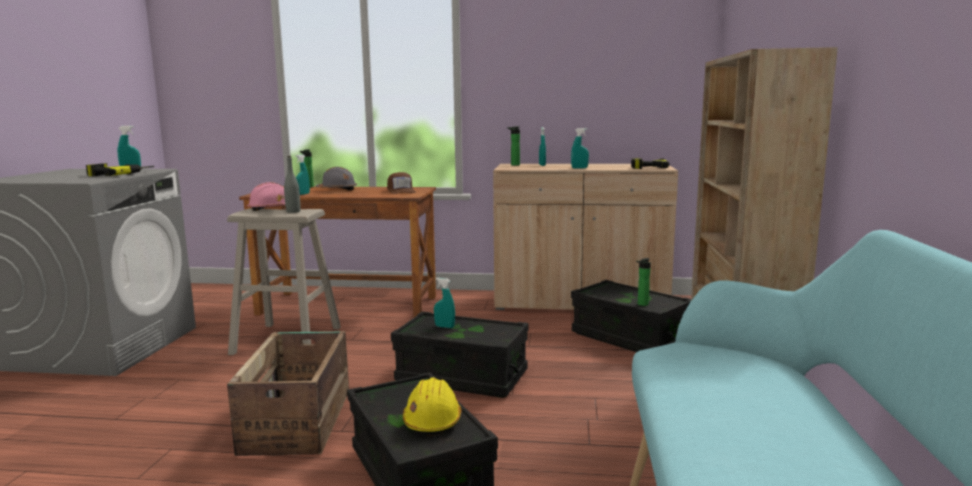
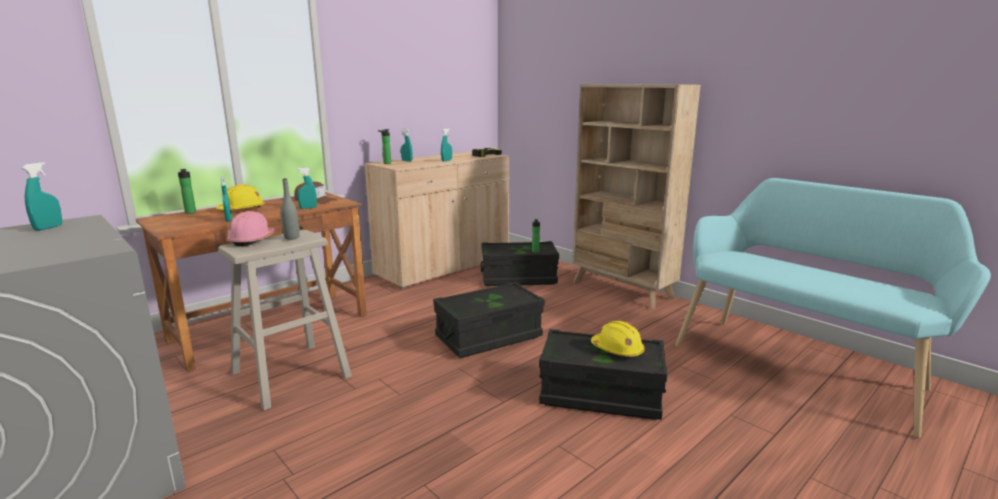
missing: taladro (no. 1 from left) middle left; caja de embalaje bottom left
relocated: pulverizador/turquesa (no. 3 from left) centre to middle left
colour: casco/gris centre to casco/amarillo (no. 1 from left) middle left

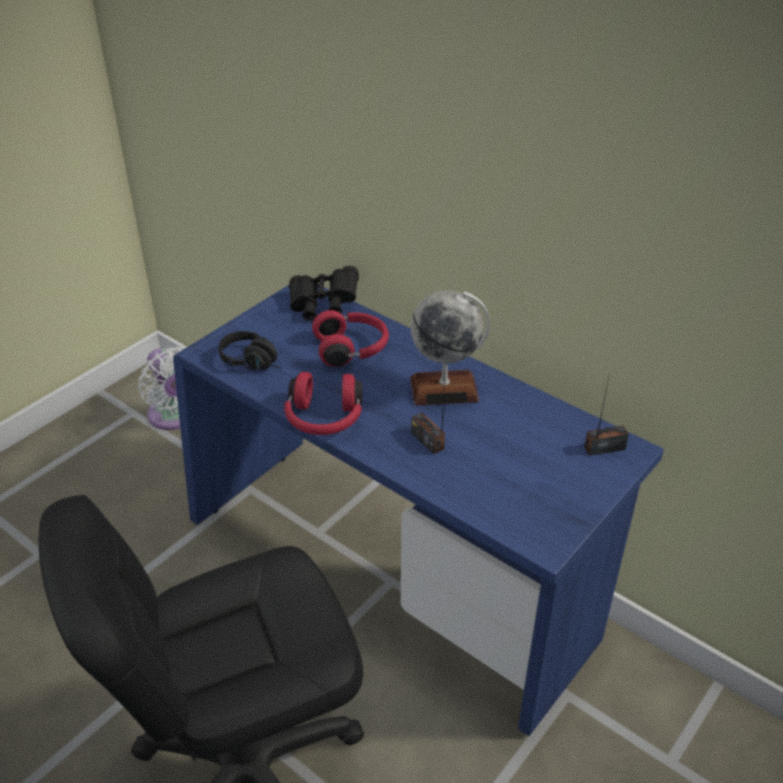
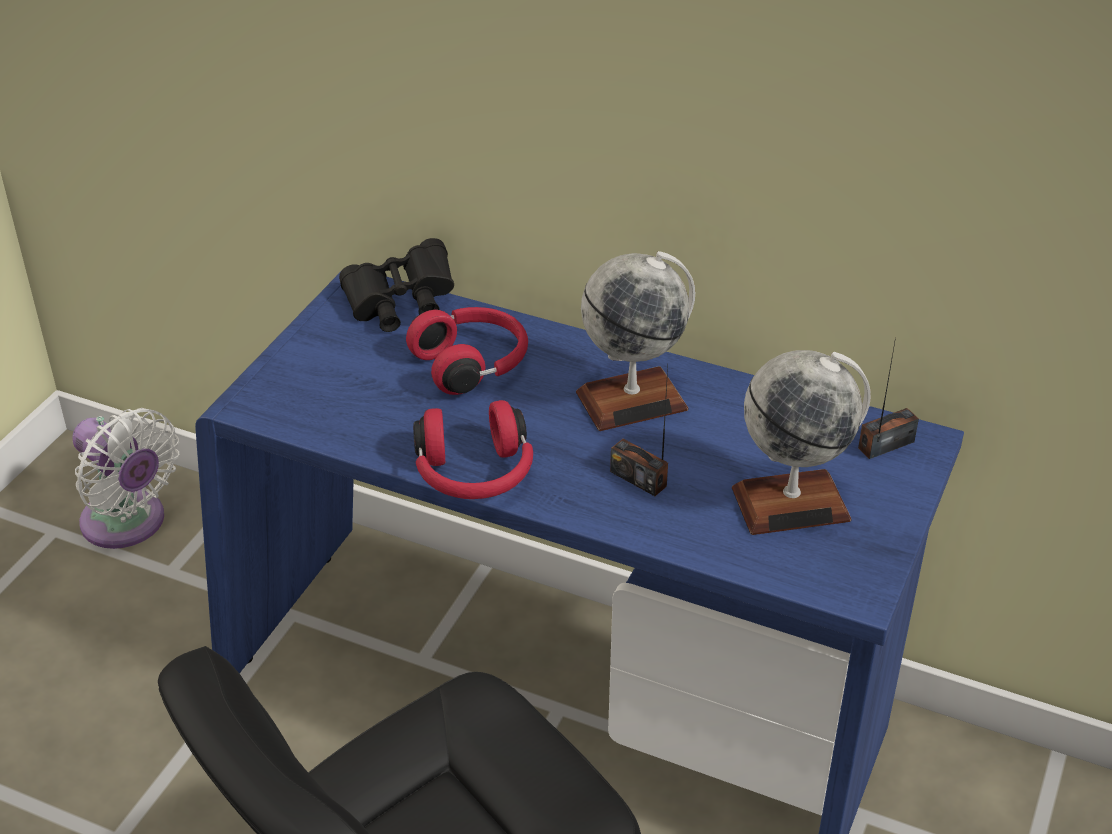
missing: auriculares/negro middle left
appeared: globo terráqueo (no. 2 from left) middle right

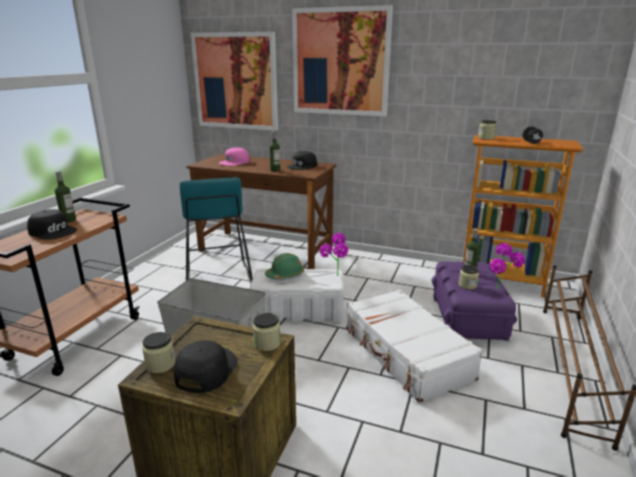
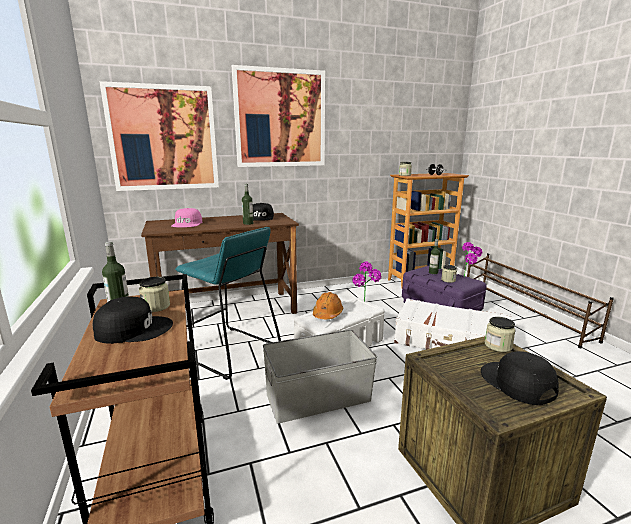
relocated: tarro (no. 1 from left) bottom left to middle left
colour: casco/verde centre to casco/naranja centre

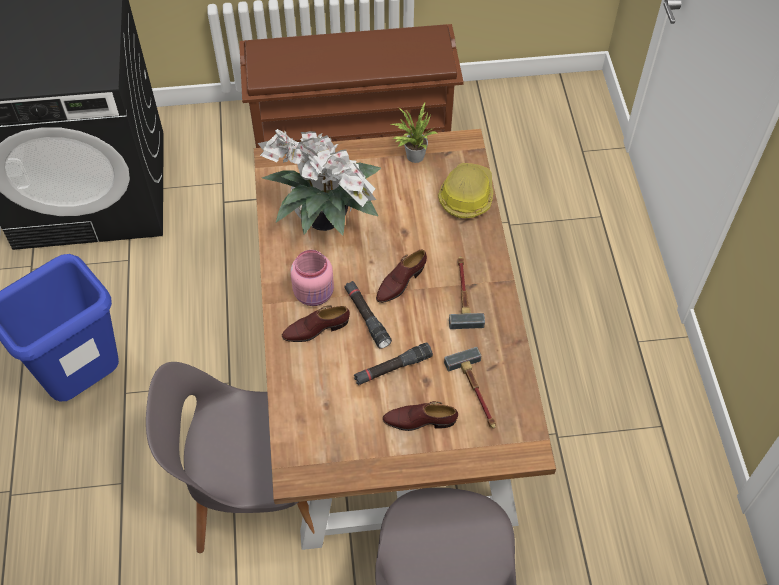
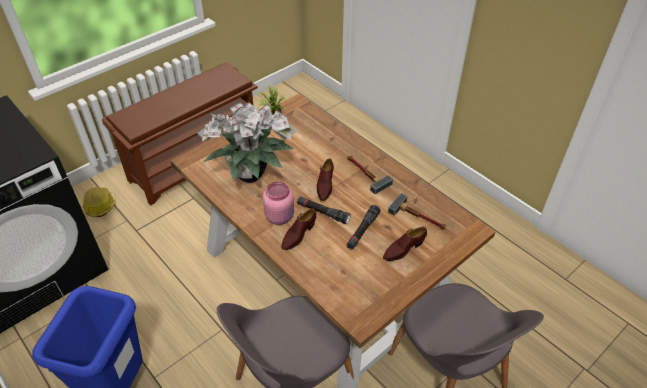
relocated: casco top centre to middle left

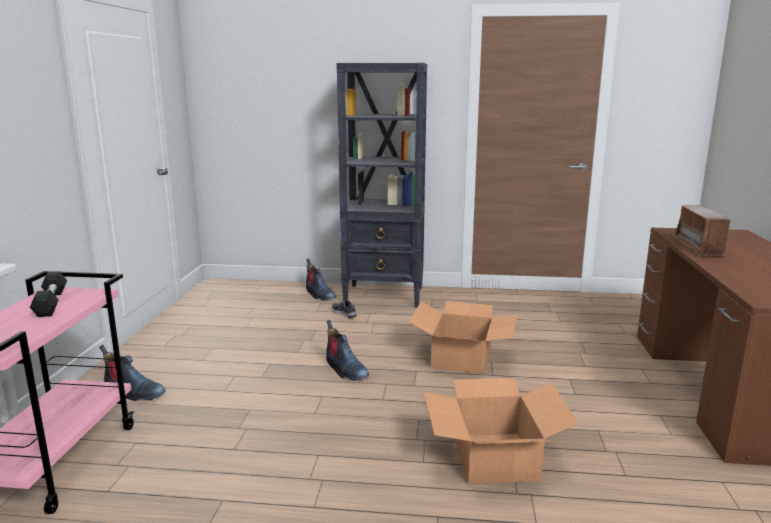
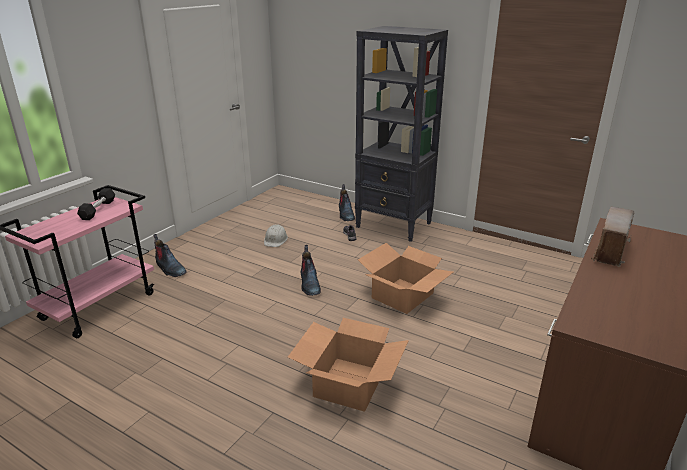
appeared: casco/blanco centre

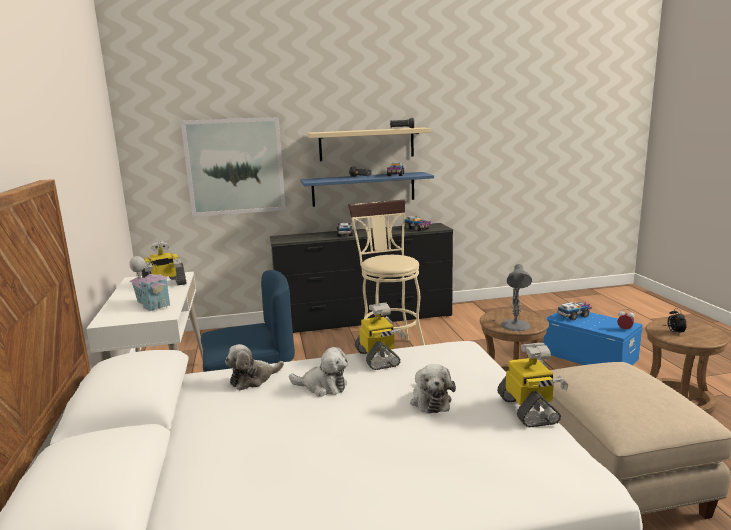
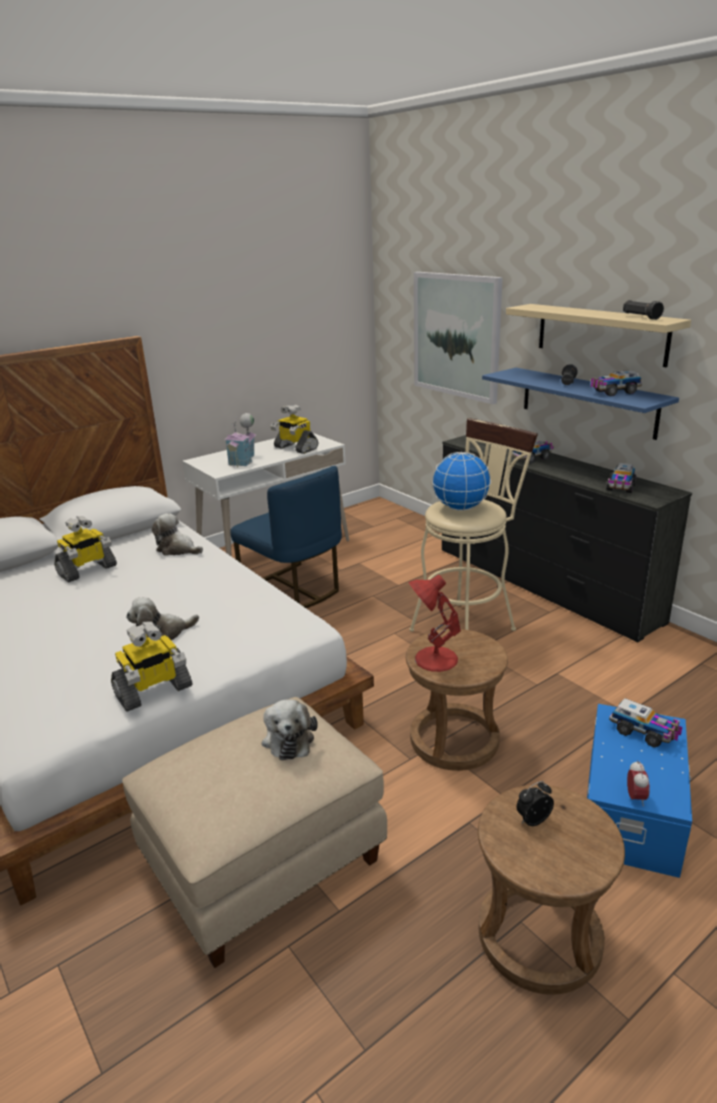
appeared: globo terráqueo centre
relocated: peluche (no. 2 from left in the first image) bottom centre to peluche (no. 3 from left) centre; robot de juguete (no. 2 from left in the first image) centre to robot de juguete (no. 1 from left) middle left
colour: lámpara de mesa/gris middle right to lámpara de mesa/rojo centre

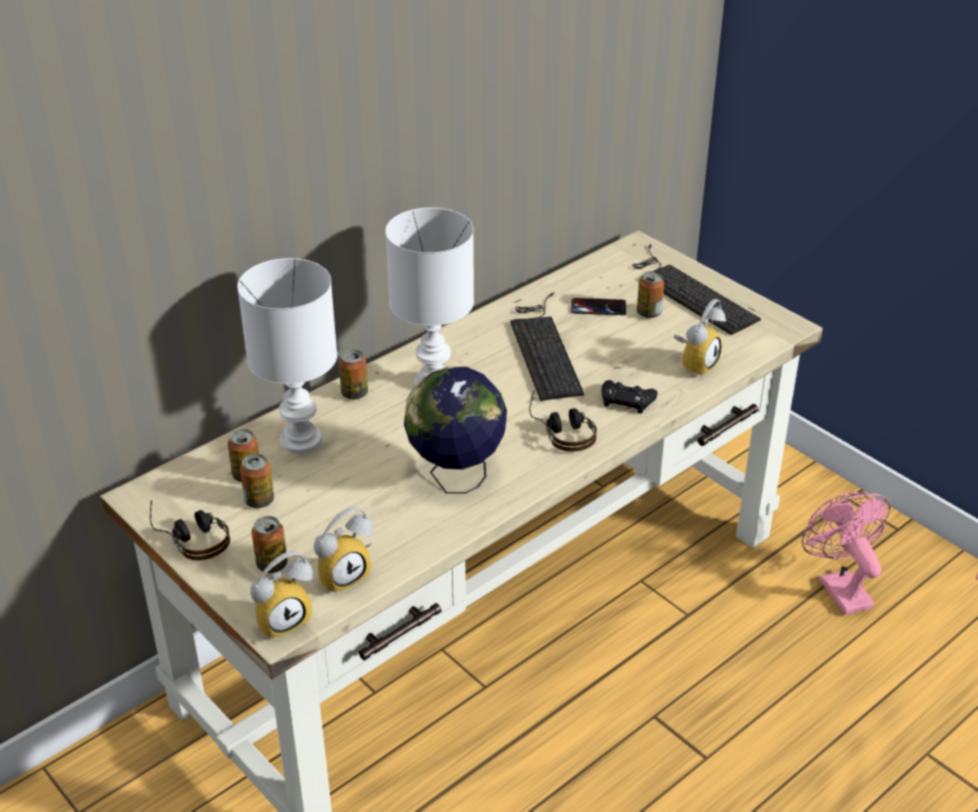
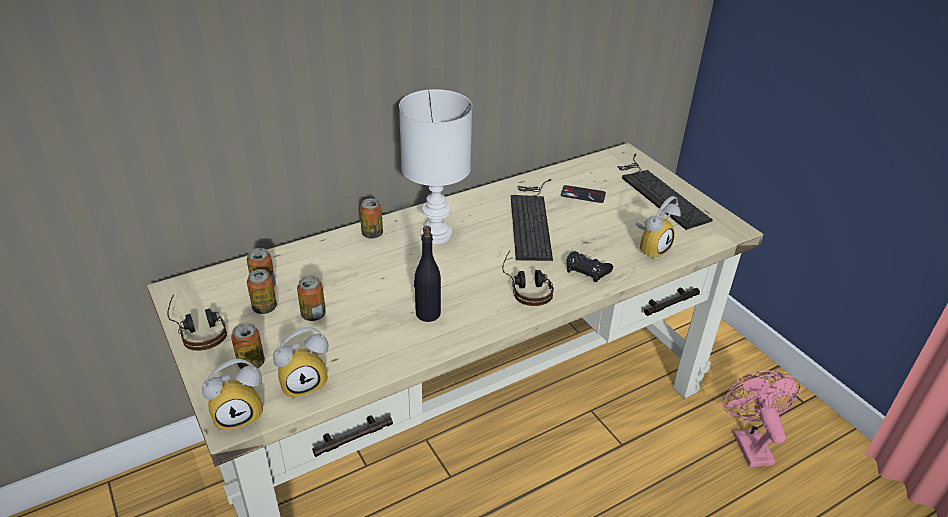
missing: lámpara de mesa/blanco (no. 1 from left) middle left
relocated: lata (no. 5 from left in the first image) centre to lata (no. 4 from left) middle left
exchanged: globo terráqueo centre to botella/negro centre

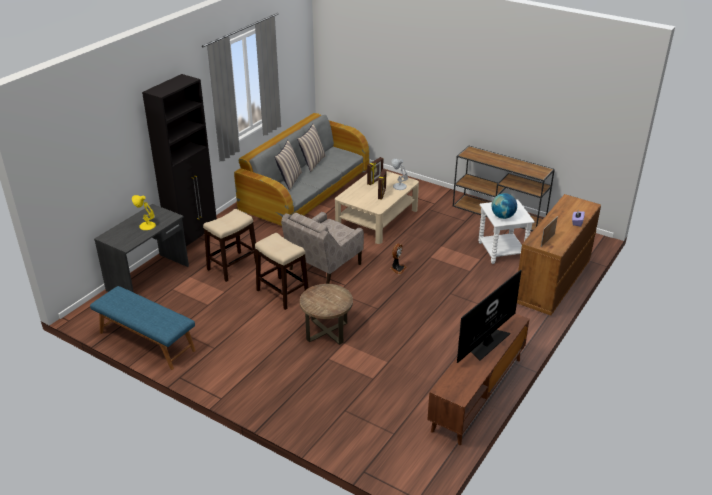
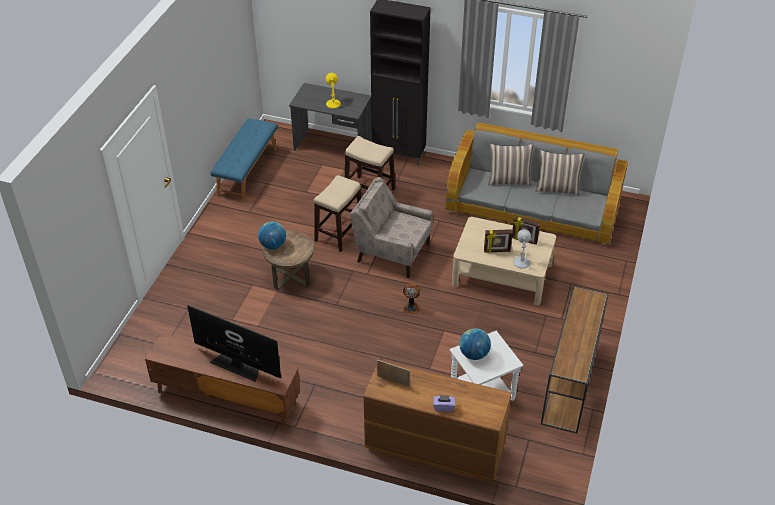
appeared: globo terráqueo (no. 1 from left) centre

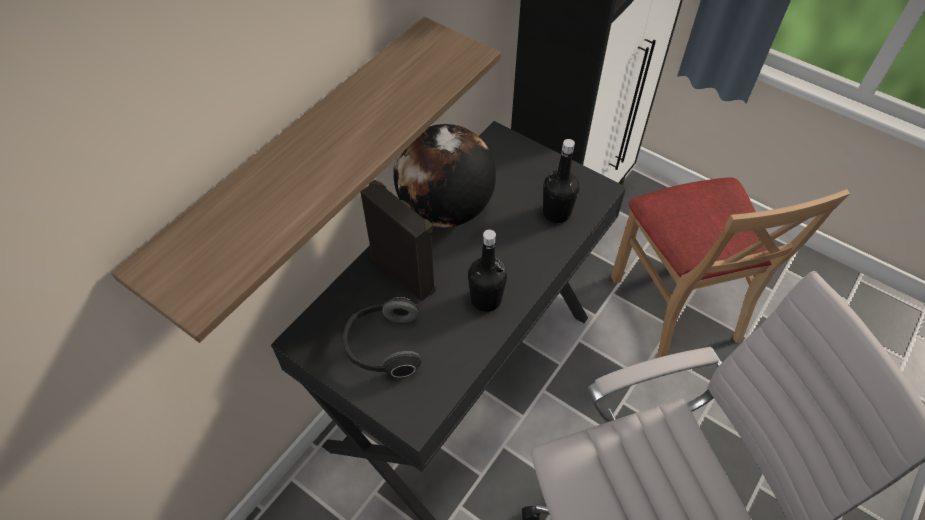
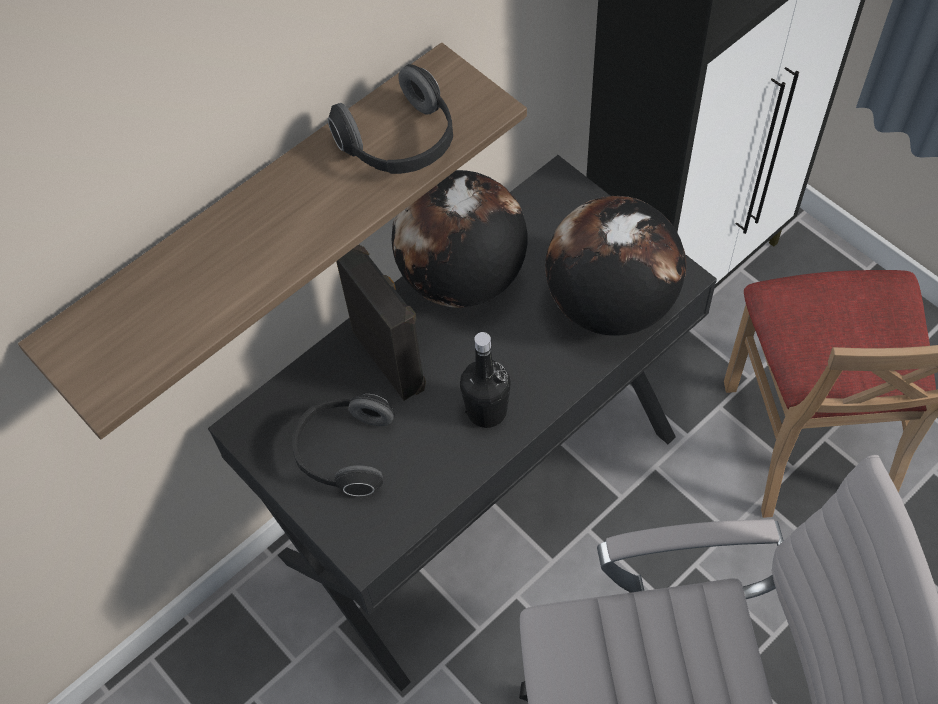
appeared: auriculares (no. 2 from left) top centre
exchanged: botella/negro (no. 2 from left) centre to globo terráqueo (no. 2 from left) centre

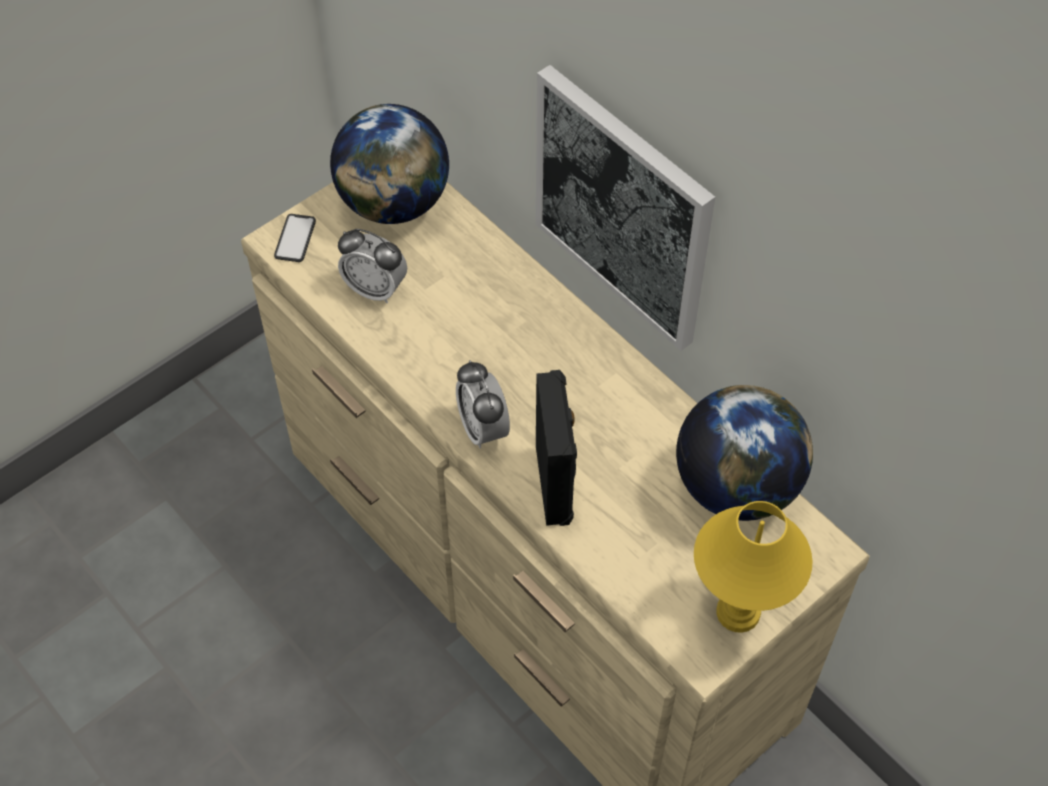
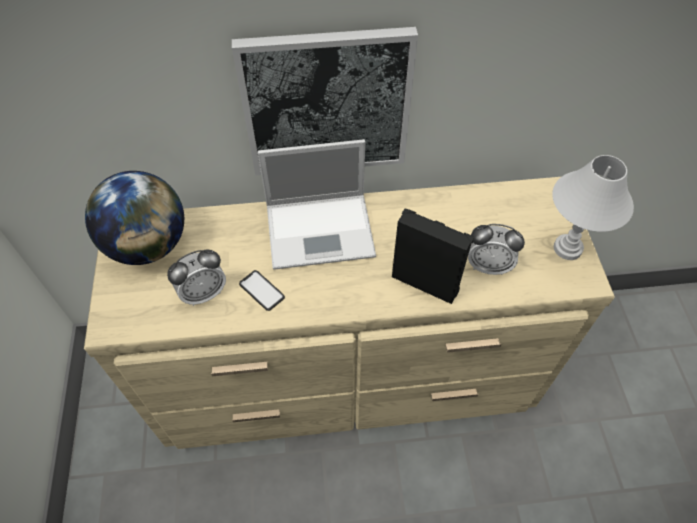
missing: globo terráqueo (no. 2 from left) middle right
appeared: portátil centre
relocated: móvil top left to centre; despertador (no. 2 from left) centre to middle right
colour: lámpara de mesa/amarillo bottom right to lámpara de mesa/blanco middle right

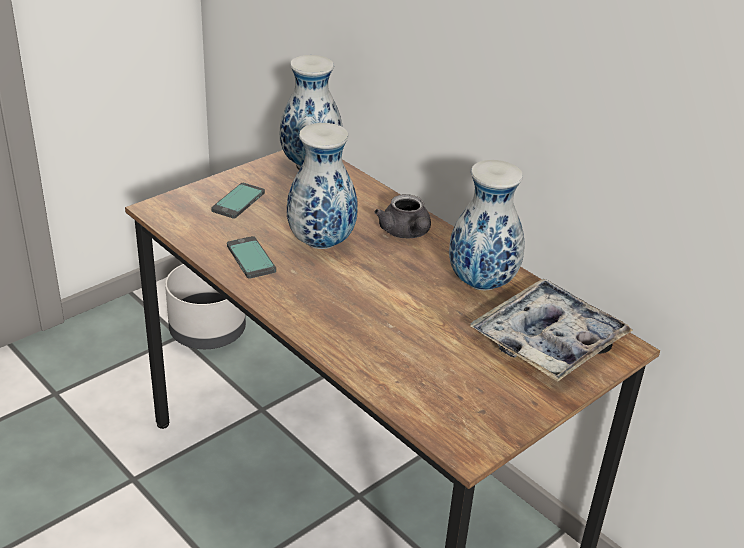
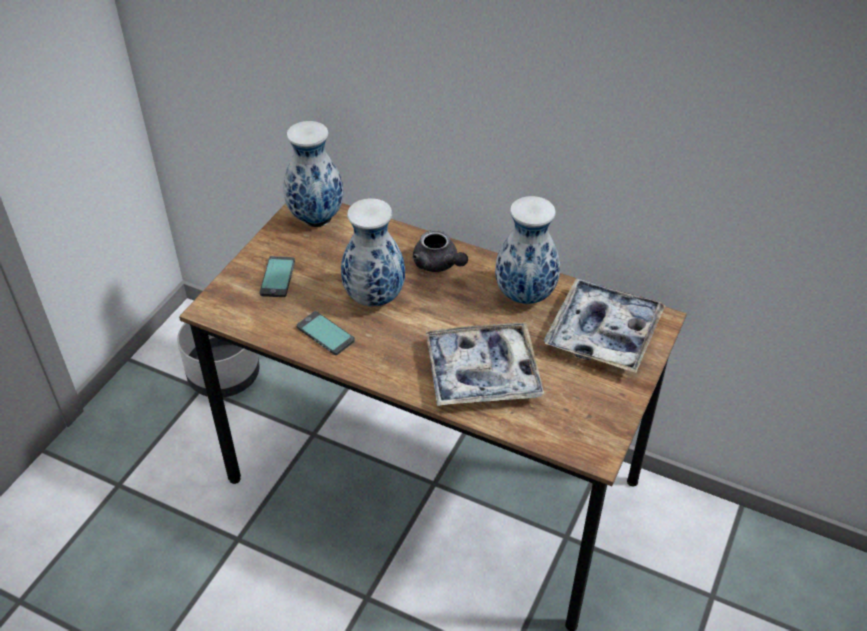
appeared: bandeja (no. 1 from left) centre

